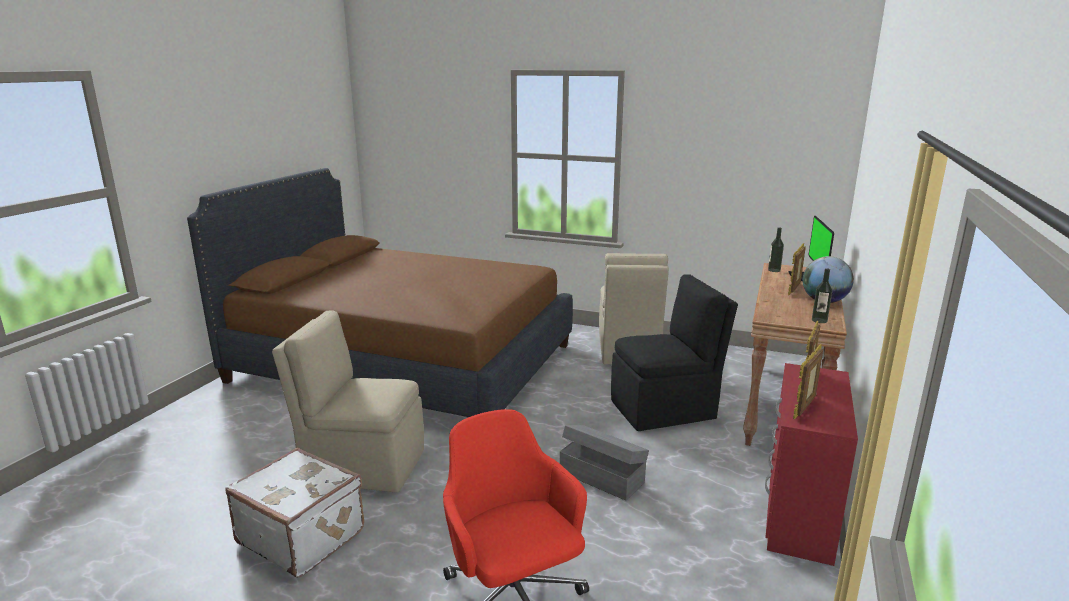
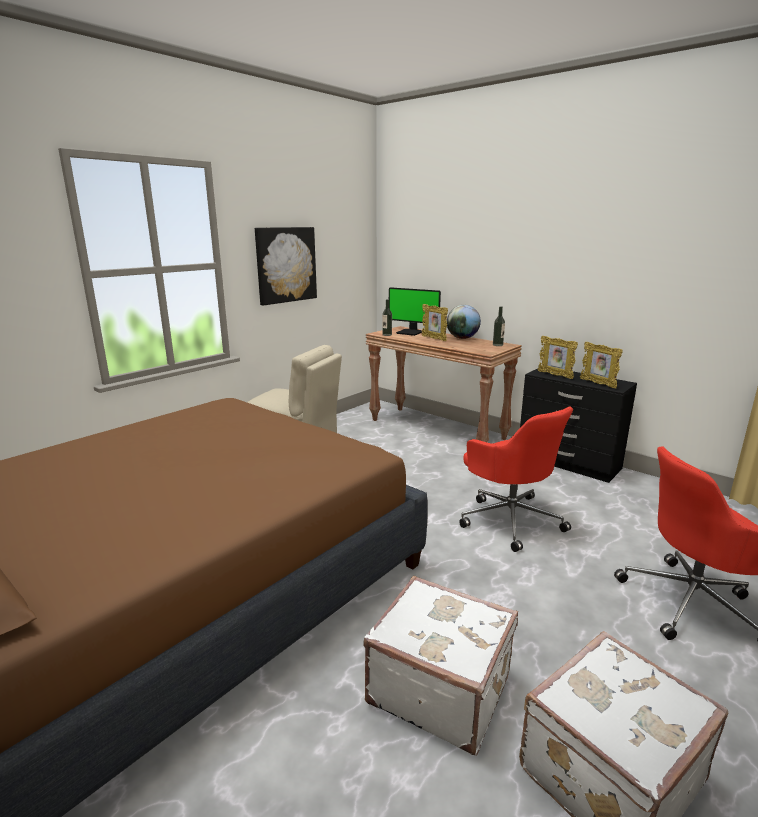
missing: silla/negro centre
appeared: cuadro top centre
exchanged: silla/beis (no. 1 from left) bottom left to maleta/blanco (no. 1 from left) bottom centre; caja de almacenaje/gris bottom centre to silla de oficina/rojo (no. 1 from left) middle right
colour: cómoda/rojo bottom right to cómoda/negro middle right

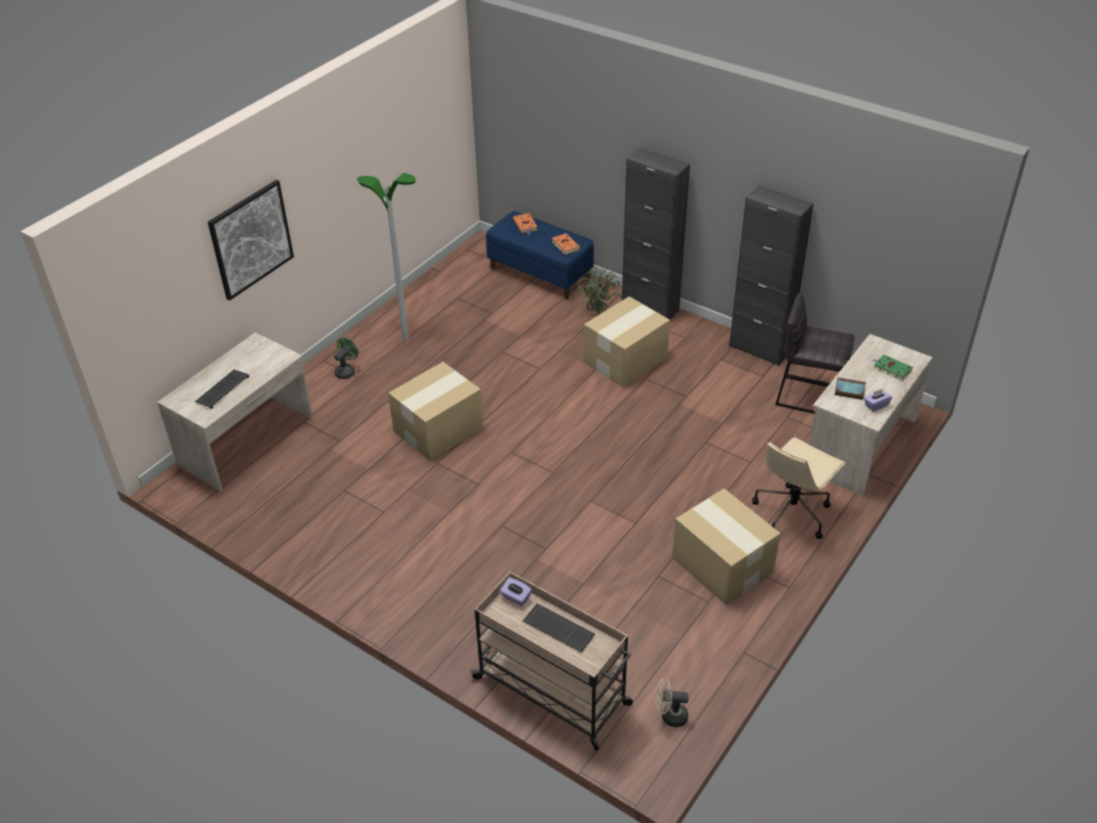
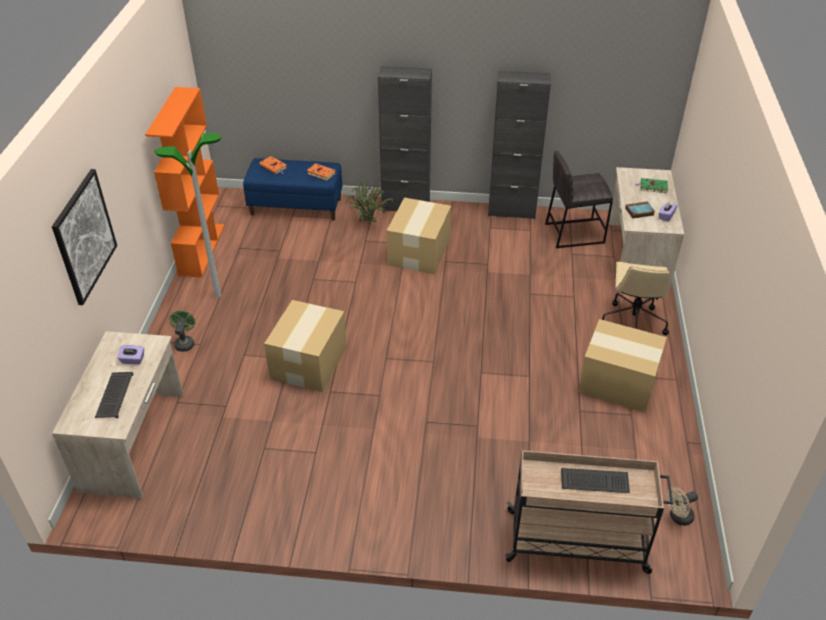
appeared: estantería/naranja top left
relocated: caja de pañuelos/morado (no. 1 from left) bottom centre to middle left

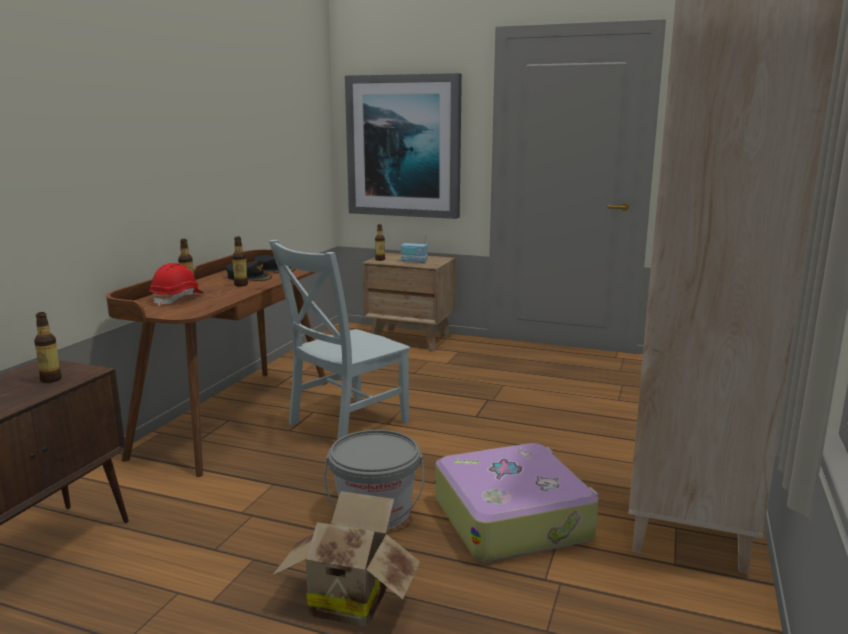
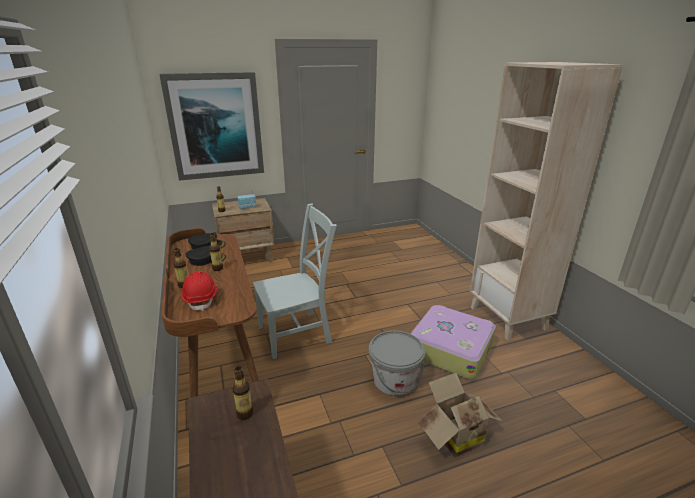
spun: silla/gris centre = centre 120 degrees counterclockwise

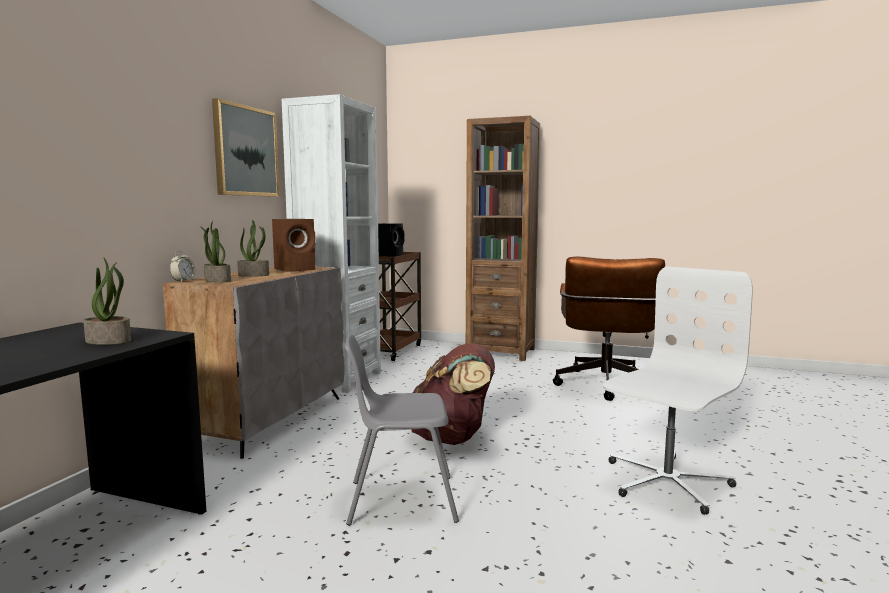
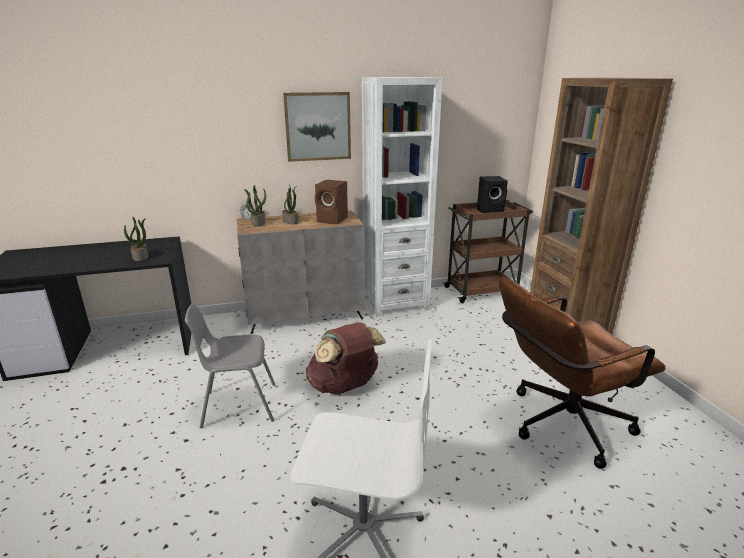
spun: silla/gris bottom centre = middle left 60 degrees counterclockwise

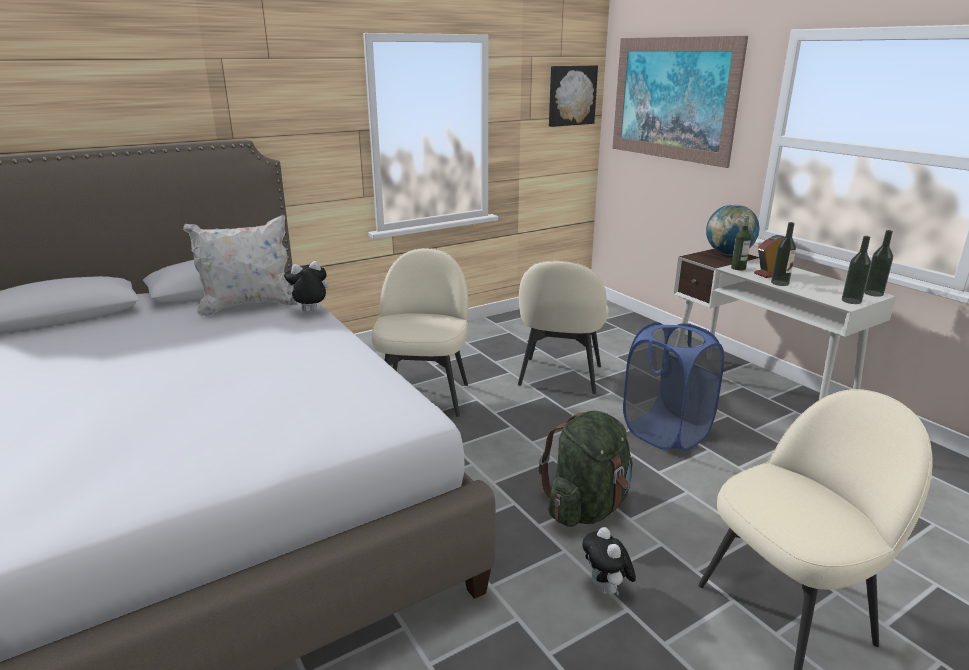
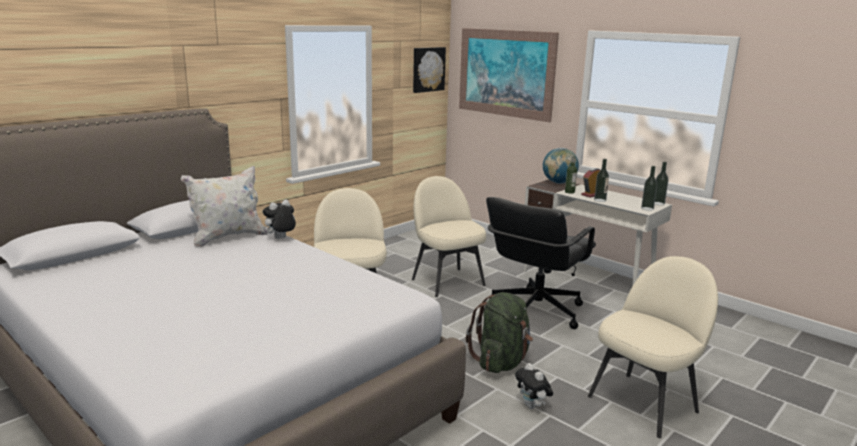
exchanged: cesto de la ropa/azul middle right to silla de oficina/negro centre
spun: silla/beis (no. 2 from left) centre = centre 150 degrees clockwise

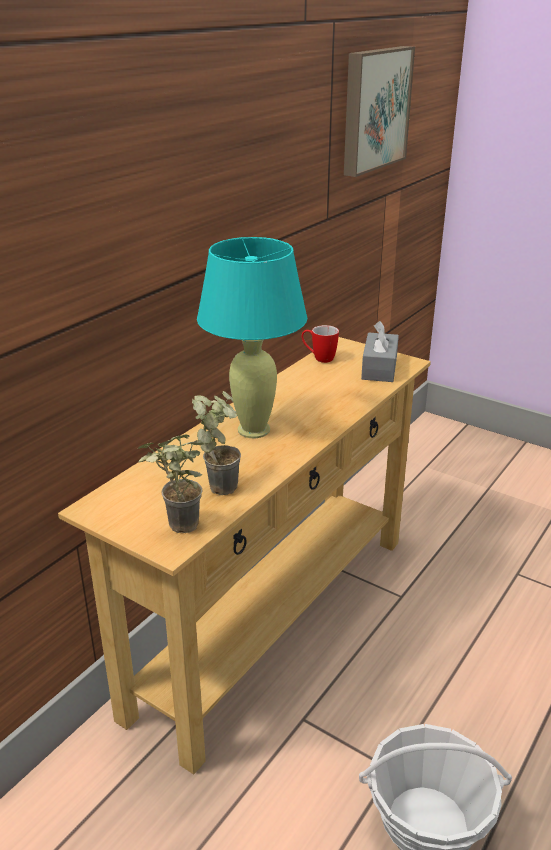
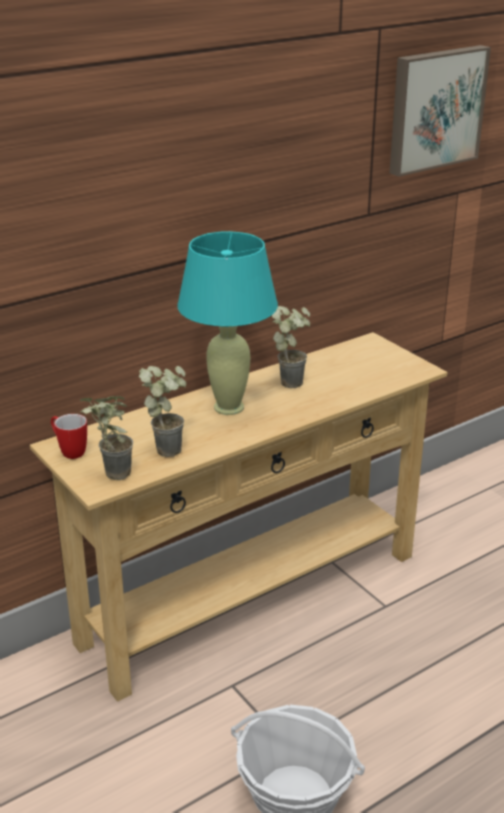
missing: caja de pañuelos/gris middle right
appeared: planta en maceta (no. 3 from left) centre
relocated: taza grande centre to middle left

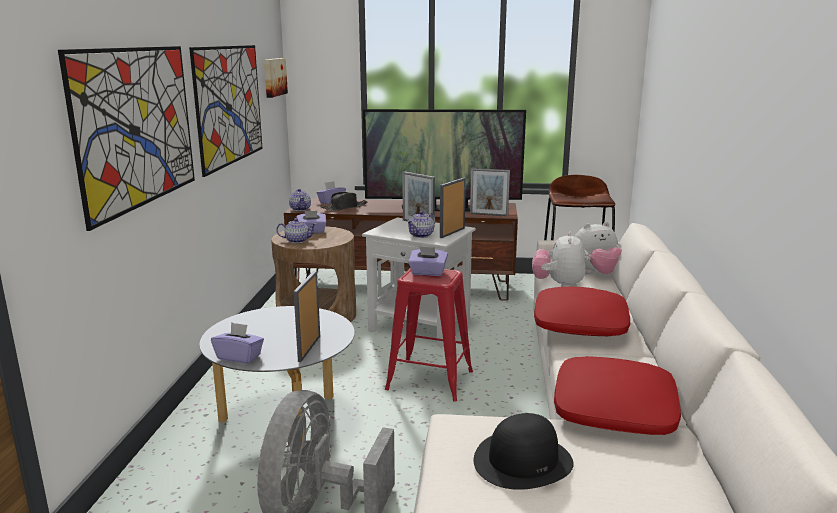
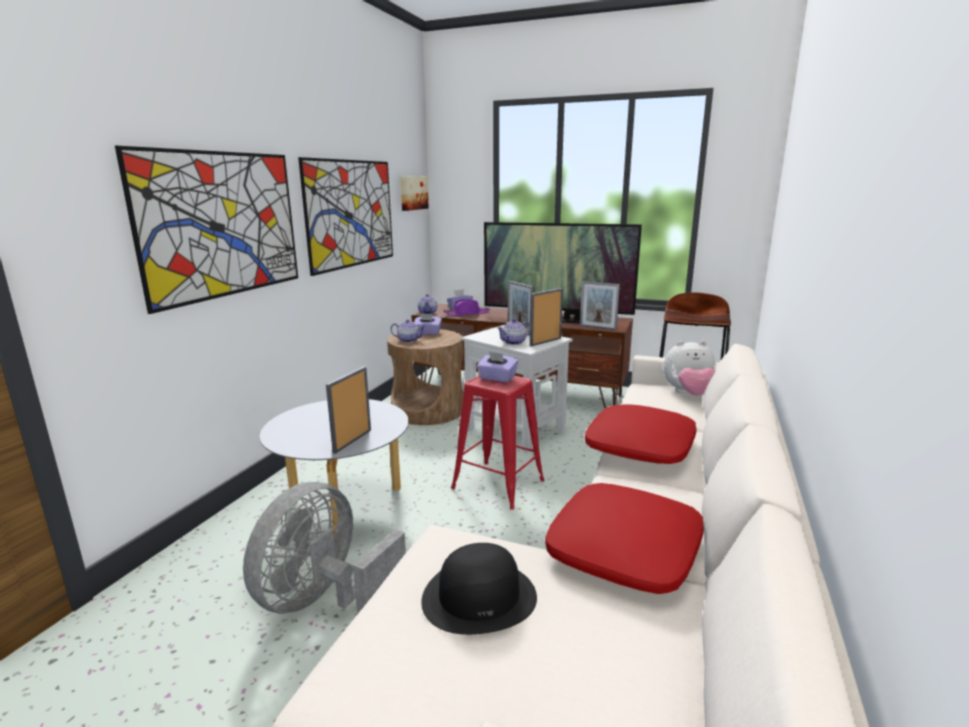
missing: caja de pañuelos/morado (no. 1 from left) bottom left; peluche (no. 1 from left) middle right
colour: sombrero/negro (no. 1 from left) centre to sombrero/morado centre

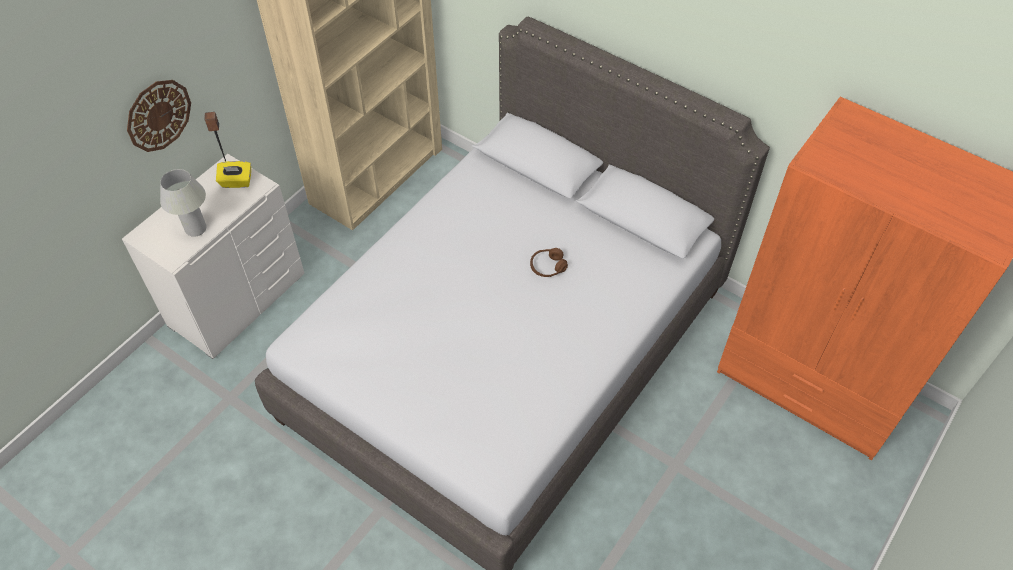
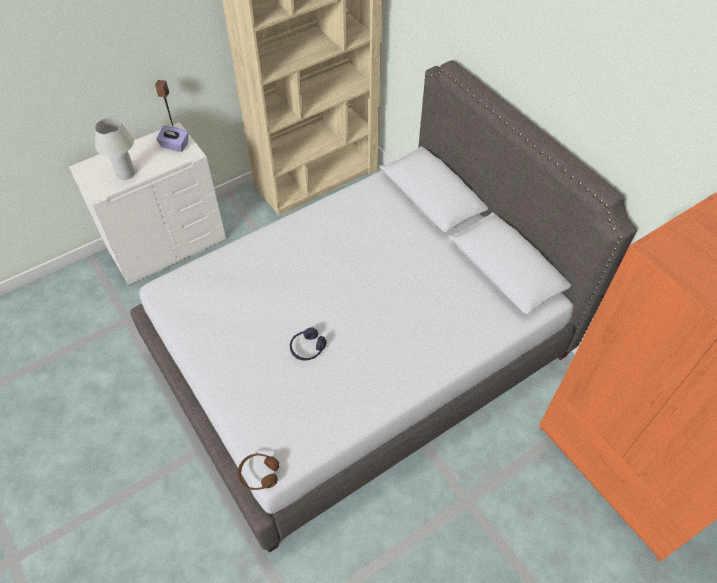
missing: reloj de pared top left
appeared: auriculares/morado centre
relocated: auriculares/marrón centre to bottom centre
colour: caja de pañuelos/amarillo top left to caja de pañuelos/morado top left

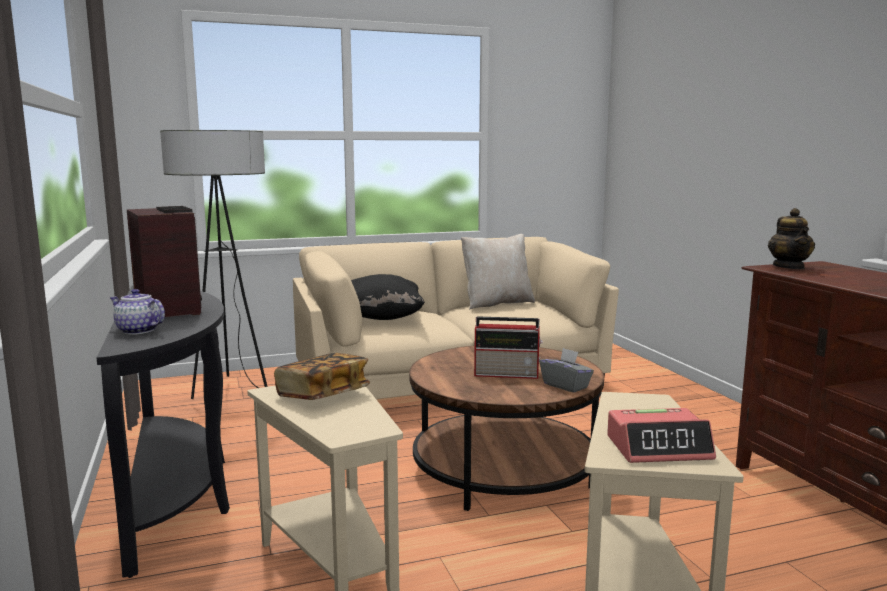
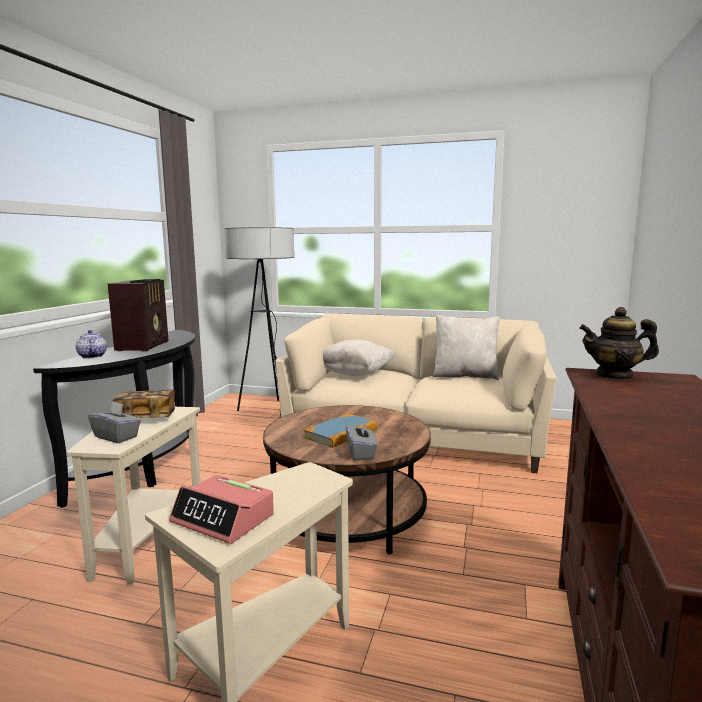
appeared: caja de pañuelos/gris (no. 1 from left) middle left
exchanged: radio (no. 2 from left) centre to libro (no. 2 from left) centre
colour: cojín/negro centre to cojín/beis (no. 1 from left) centre
spun: tetera (no. 2 from left) middle right = middle right 60 degrees clockwise

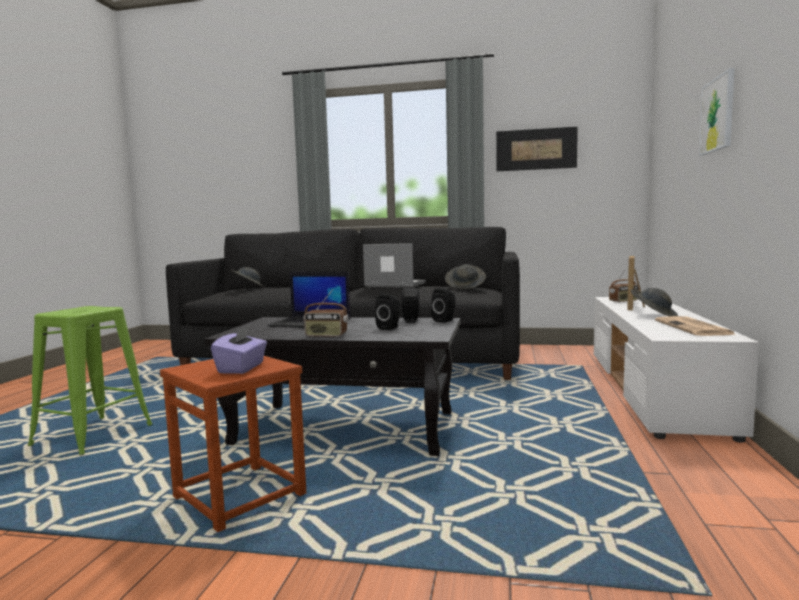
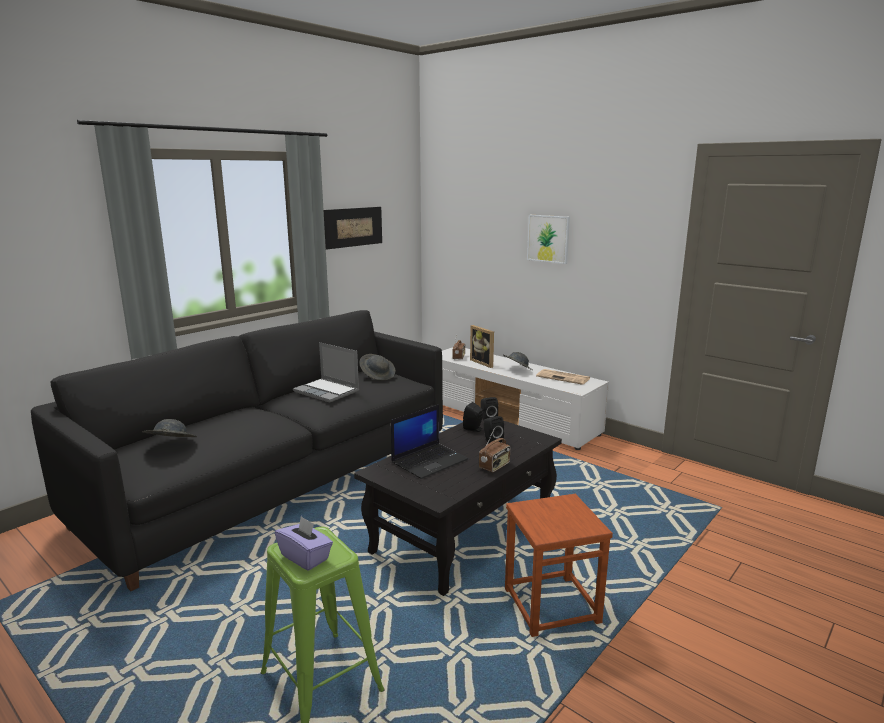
relocated: caja de pañuelos/morado middle left to bottom centre
spun: portátil (no. 2 from left in the first image) centre = centre 105 degrees counterclockwise

